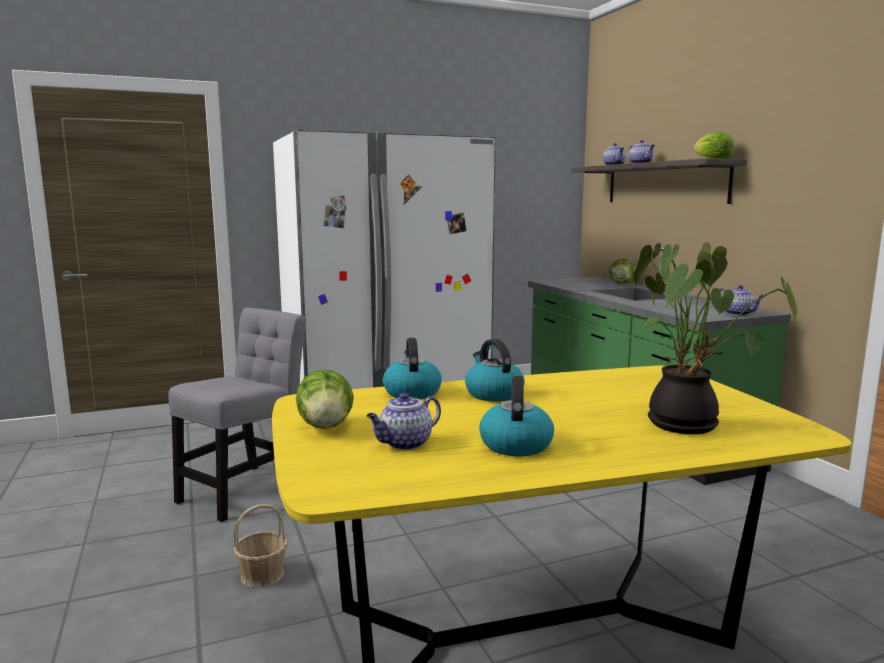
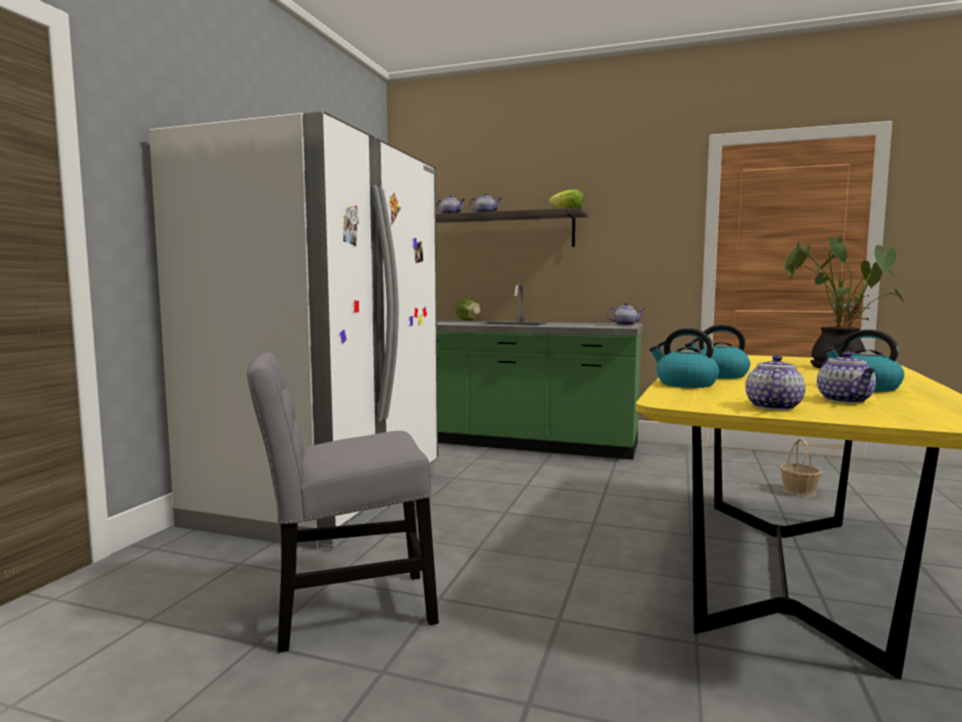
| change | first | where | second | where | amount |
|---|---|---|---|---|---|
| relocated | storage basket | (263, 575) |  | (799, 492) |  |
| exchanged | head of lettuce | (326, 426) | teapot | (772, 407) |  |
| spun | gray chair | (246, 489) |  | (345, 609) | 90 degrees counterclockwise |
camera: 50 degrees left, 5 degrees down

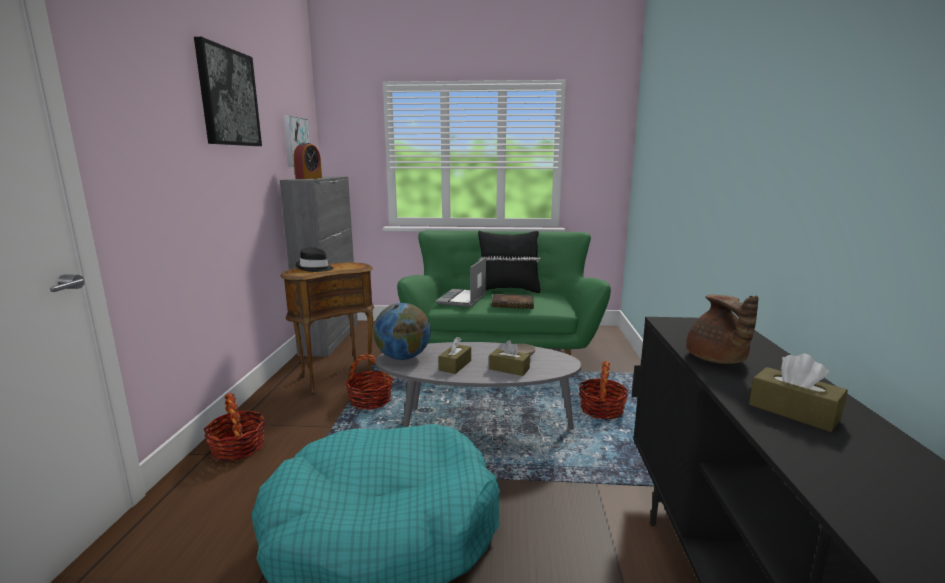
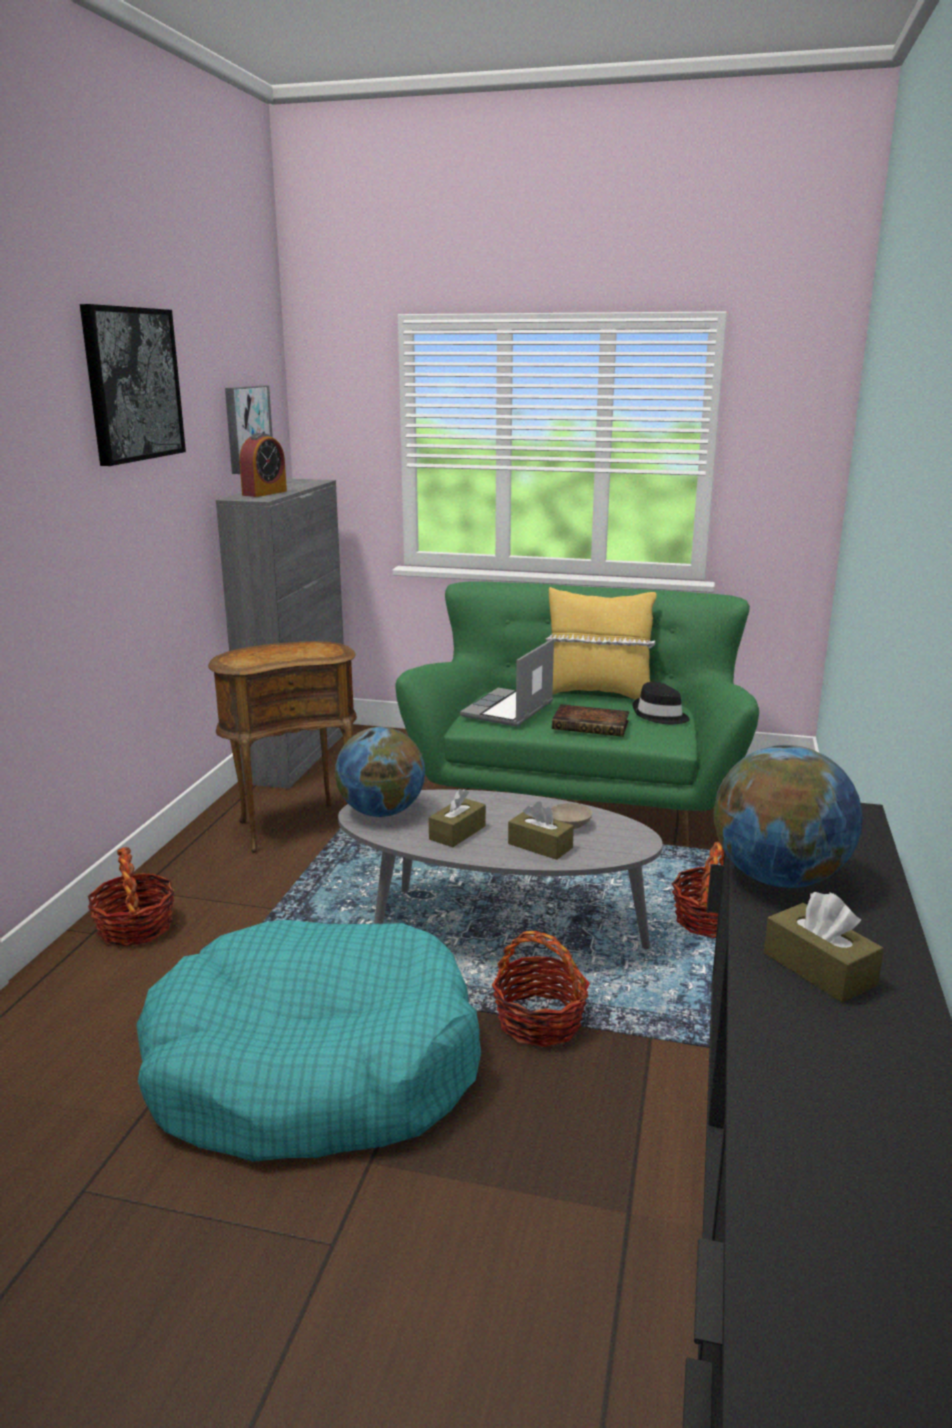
| change | first | where | second | where | amount |
|---|---|---|---|---|---|
| relocated | black-coloured hat | (315, 268) |  | (660, 715) |  |
| relocated | storage basket | (370, 400) |  | (540, 1021) |  |
| exchanged | brown-coloured teapot | (716, 360) | world globe | (779, 878) |  |
| colour | black-coloured throw pillow | (508, 290) | yellow-coloured throw pillow | (596, 694) |  |
camera: 10 degrees right, 5 degrees up

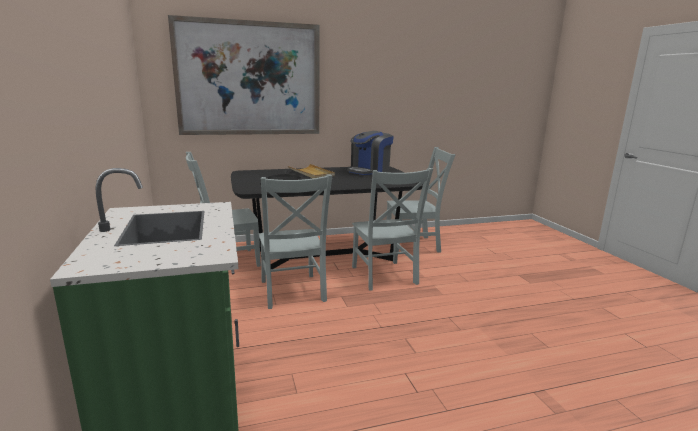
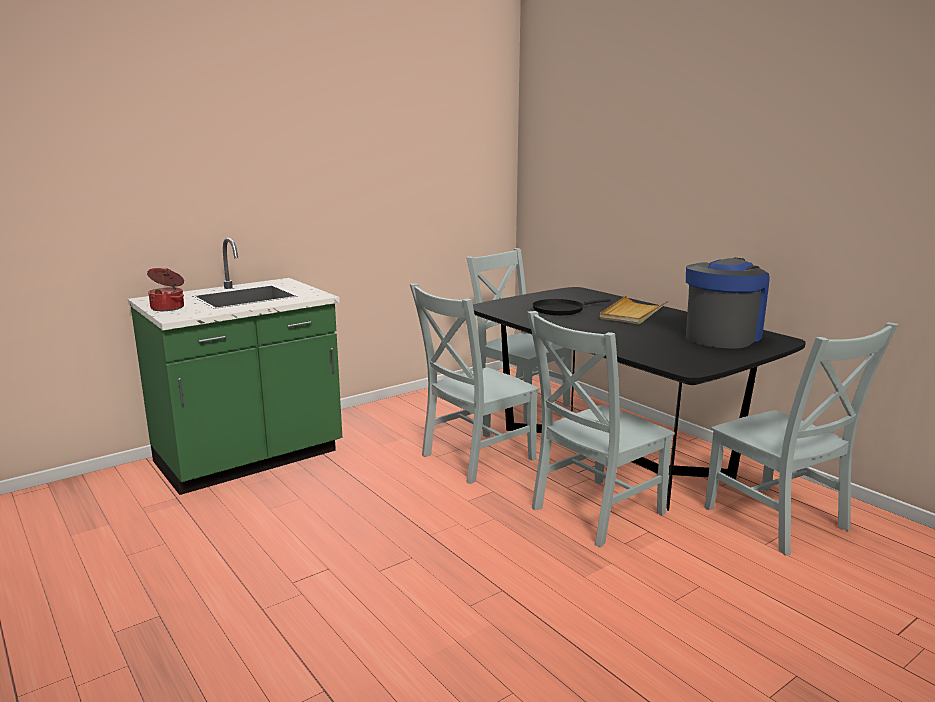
| change | first | where | second | where | amount |
|---|---|---|---|---|---|
| missing | wall art | (249, 79) |  |  |  |
| appeared |  |  | stockpot | (168, 308) |  |
| spun | coffee maker | (369, 171) |  | (722, 336) | 105 degrees clockwise |
camera: 70 degrees right, 0 degrees up

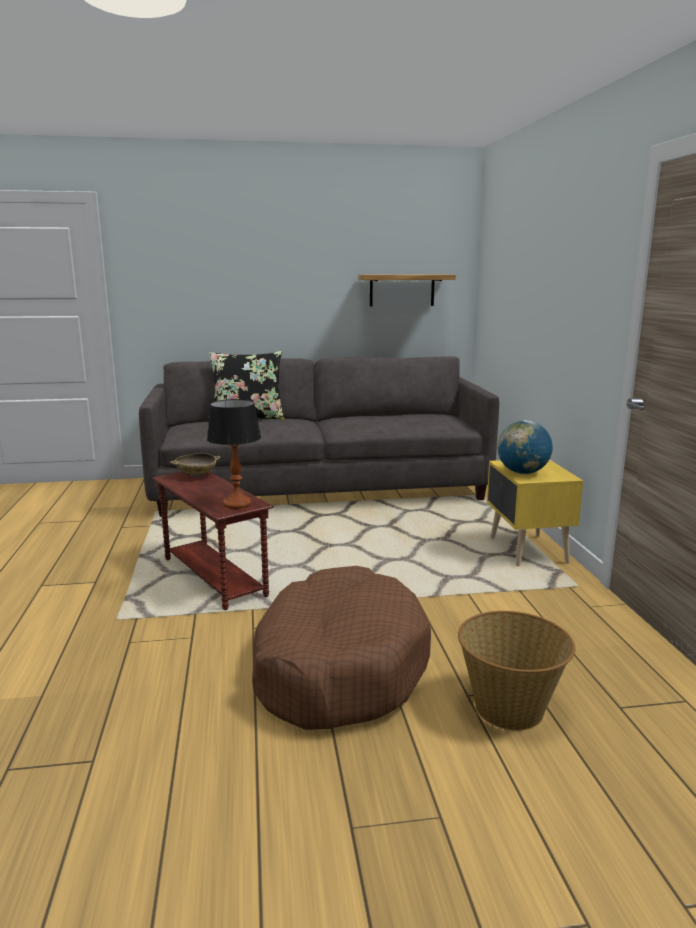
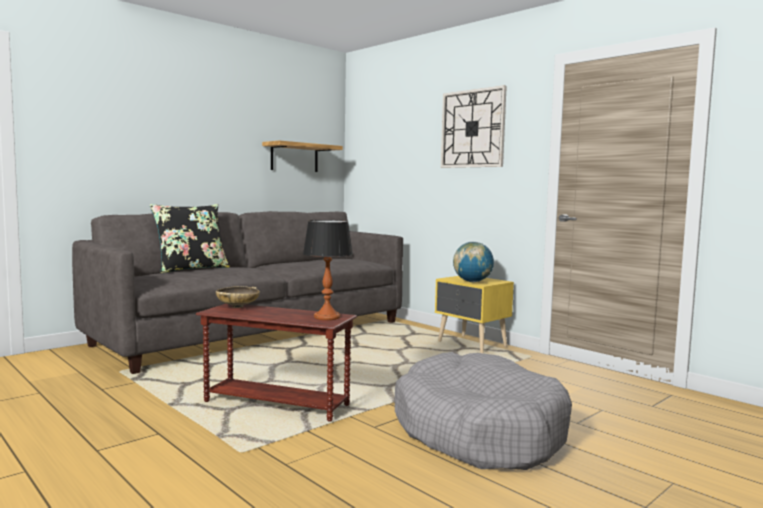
| change | first | where | second | where | amount |
|---|---|---|---|---|---|
| missing | storage basket | (510, 708) |  |  |  |
| appeared |  |  | hanging clock | (472, 128) |  |
| colour | brown-coloured dog cushion | (338, 666) | gray dog cushion | (478, 431) |  |
camera: 35 degrees left, 10 degrees down

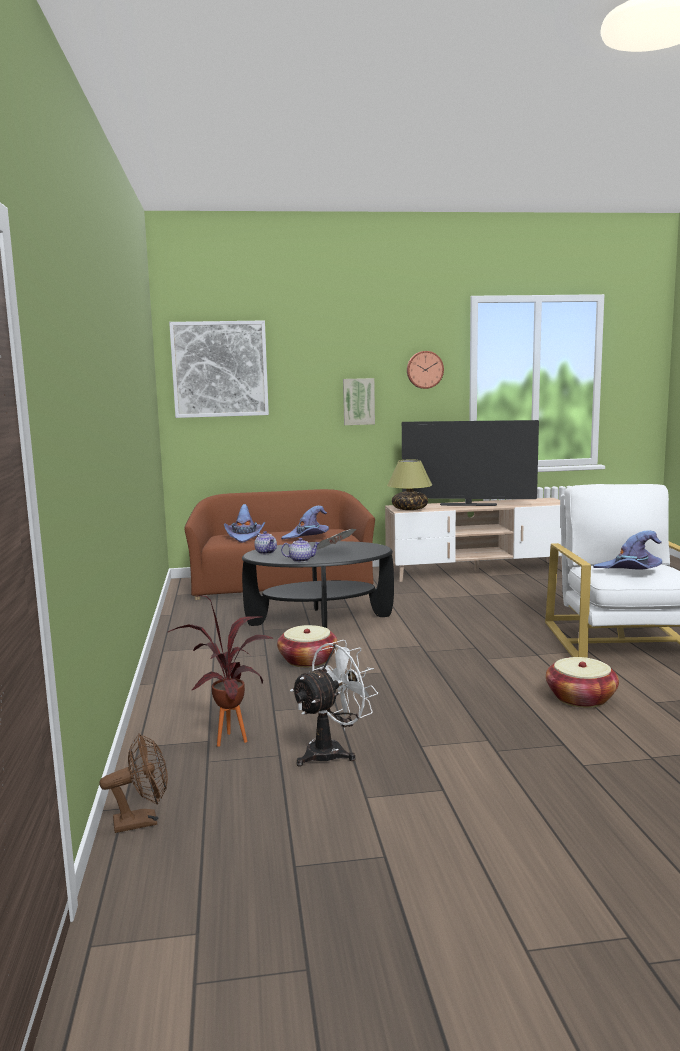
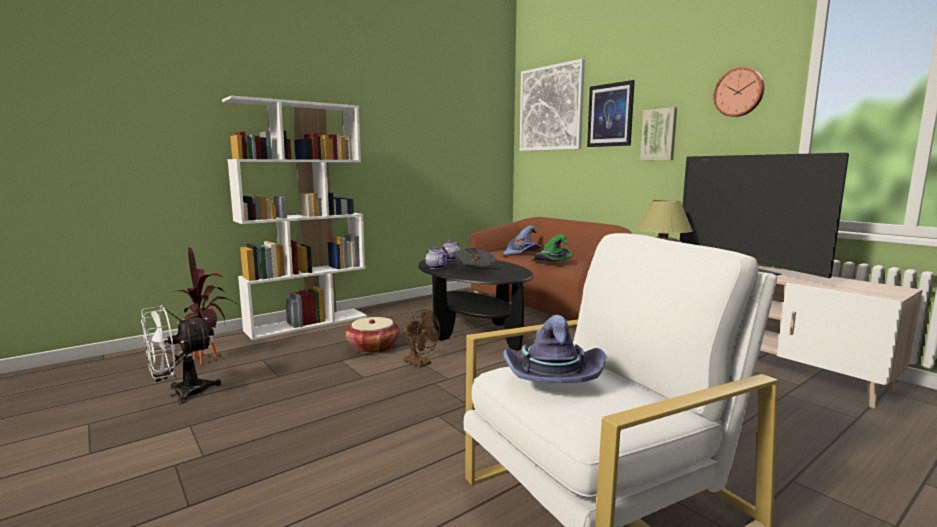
| change | first | where | second | where | amount |
|---|---|---|---|---|---|
| missing | storage basket | (580, 698) |  |  |  |
| appeared |  |  | white-coloured bookshelf | (308, 323) |  |
| appeared |  |  | wall art | (610, 115) |  |
| relocated | brown-coloured fan | (143, 821) |  | (421, 363) |  |
| colour | purple hat | (307, 537) | greenish hat | (551, 263) |  |
| spun | white-coloured fan | (332, 751) |  | (181, 394) | 120 degrees clockwise |
camera: 60 degrees right, 0 degrees up

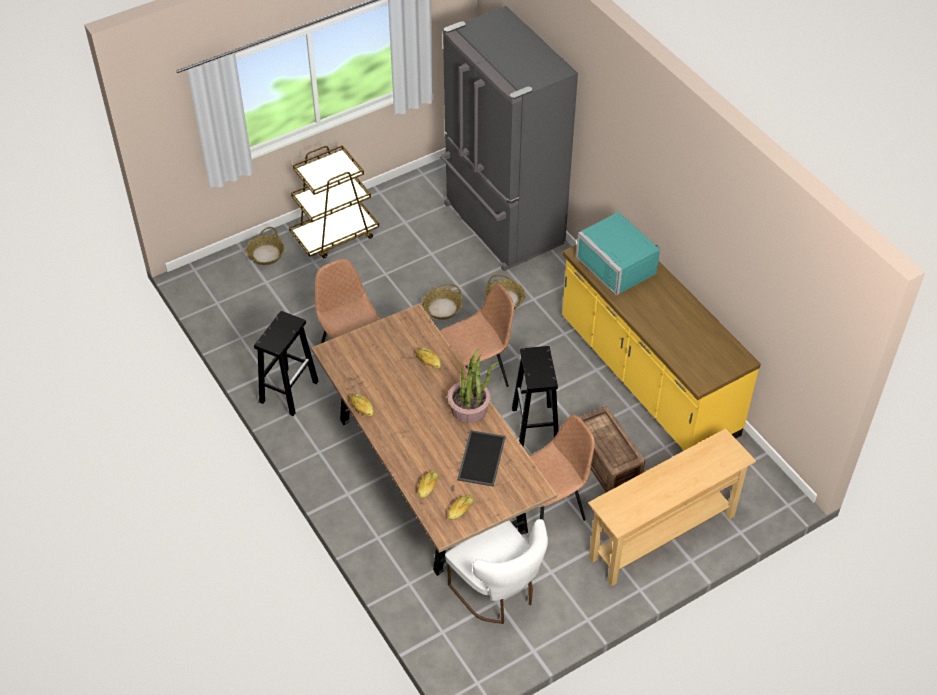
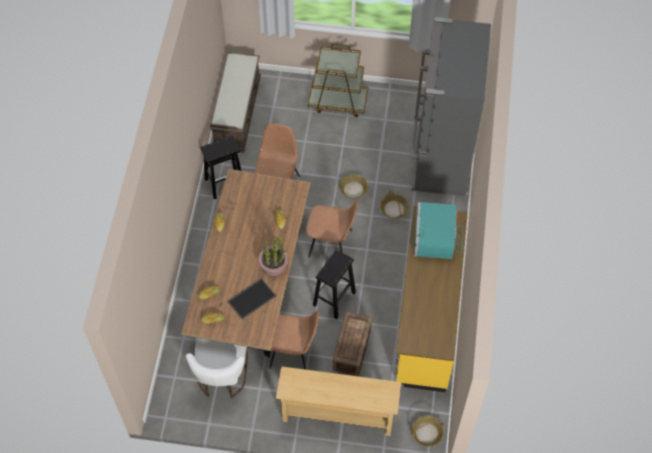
| change | first | where | second | where | amount |
|---|---|---|---|---|---|
| appeared |  |  | brown-coloured long seat | (237, 113) |  |
| relocated | storage basket | (266, 254) |  | (426, 433) |  |
camera: 40 degrees right, 10 degrees up

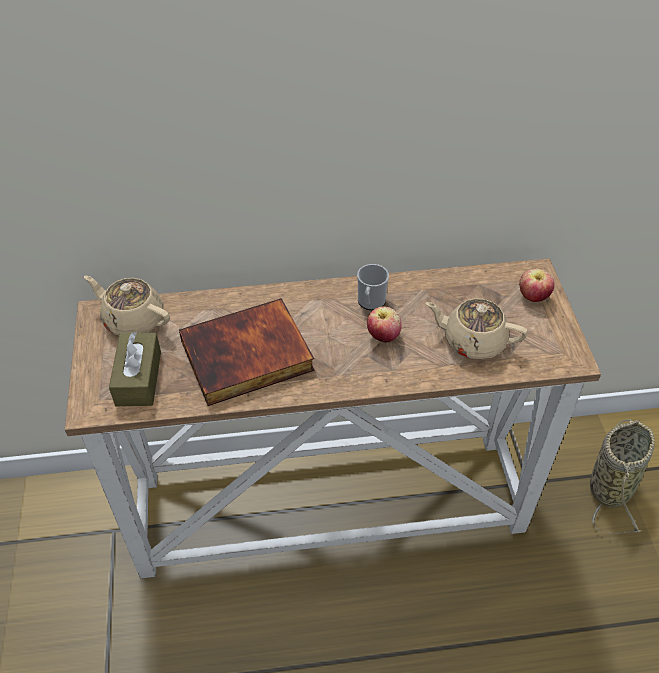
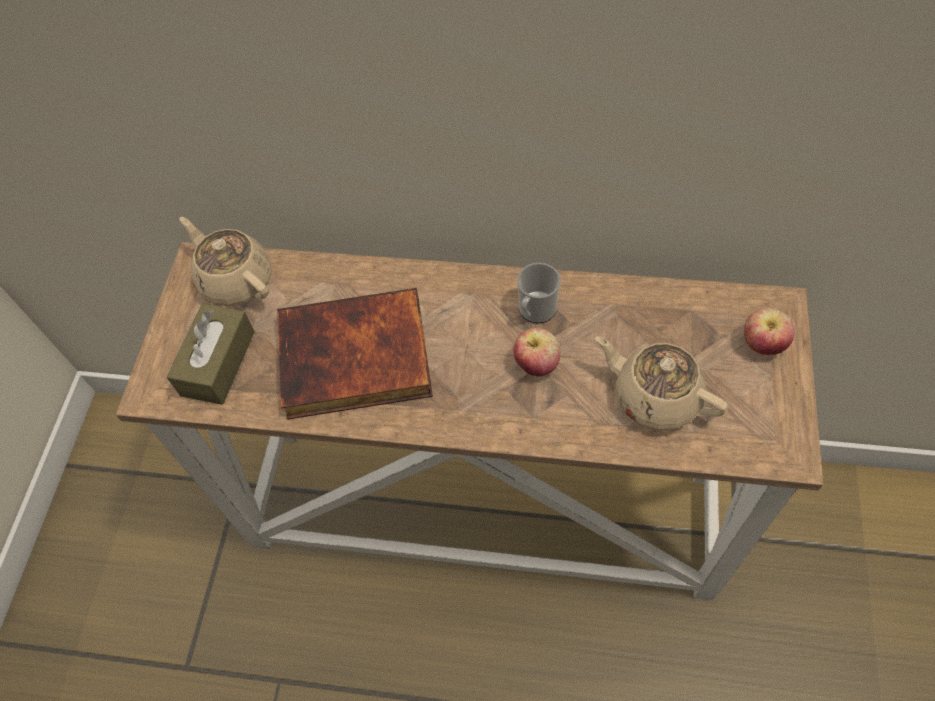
| change | first | where | second | where | amount |
|---|---|---|---|---|---|
| missing | storage basket | (611, 485) |  |  |  |
camera: 20 degrees right, 10 degrees up

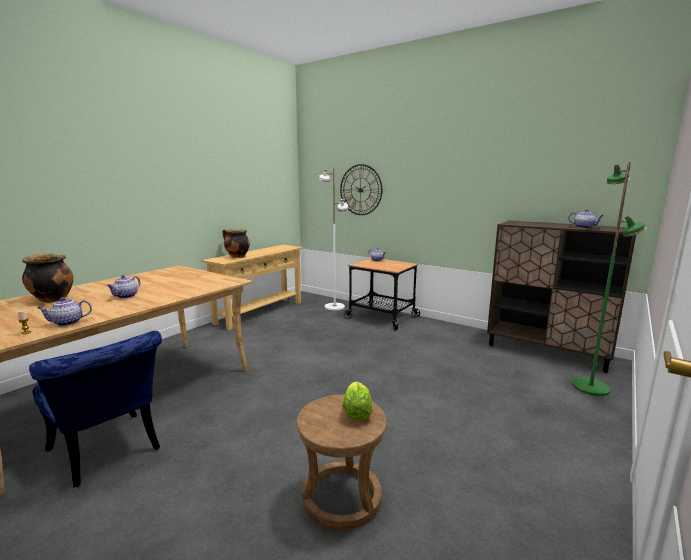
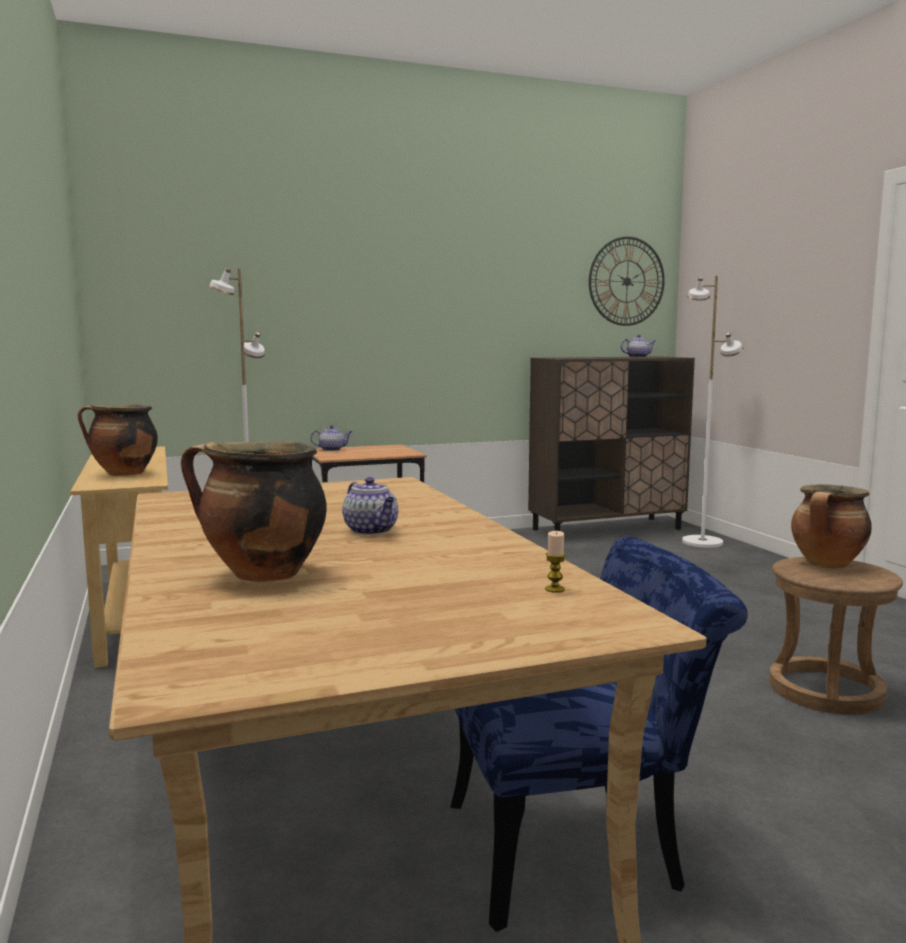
| change | first | where | second | where | amount |
|---|---|---|---|---|---|
| missing | teapot | (66, 323) |  |  |  |
| relocated | hanging clock | (360, 190) |  | (627, 281) |  |
| exchanged | head of lettuce | (356, 412) | stockpot | (827, 565) |  |
| colour | greenish standing lamp | (591, 387) | white-coloured standing lamp | (702, 542) |  |
camera: 55 degrees left, 5 degrees down

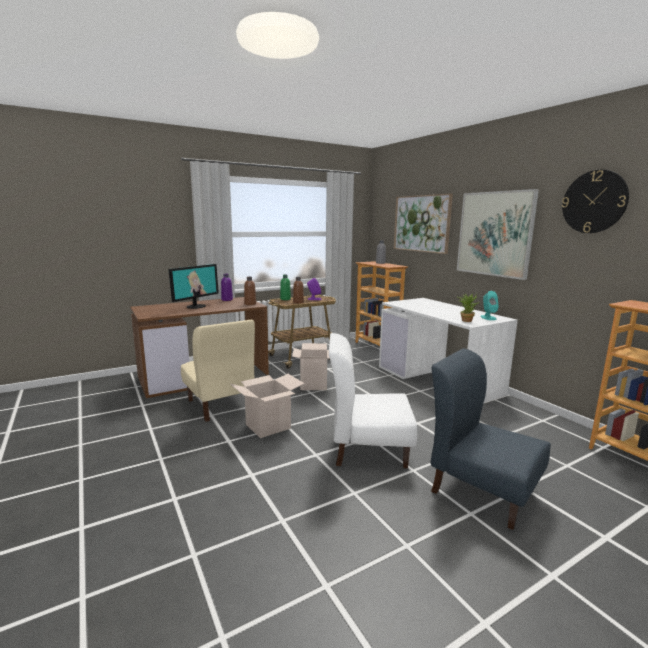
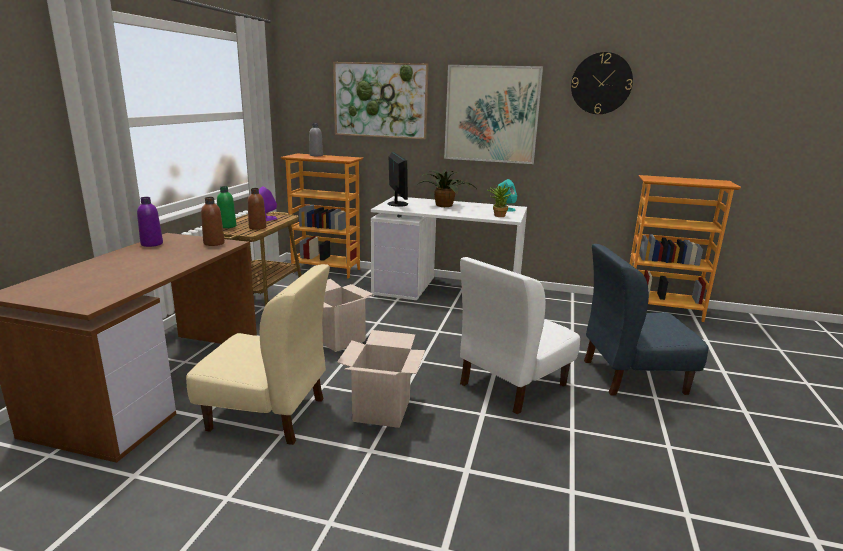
| change | first | where | second | where | amount |
|---|---|---|---|---|---|
| appeared |  |  | potted plant | (445, 205) |  |
| relocated | computer screen | (195, 306) |  | (397, 204) |  |
camera: 45 degrees left, 5 degrees up

